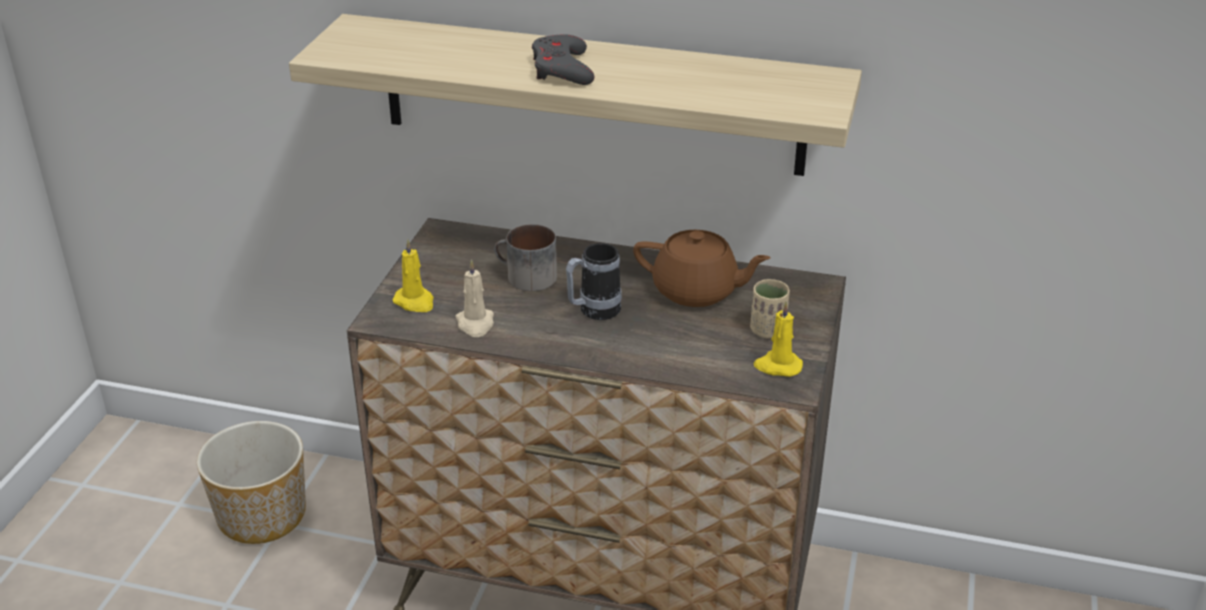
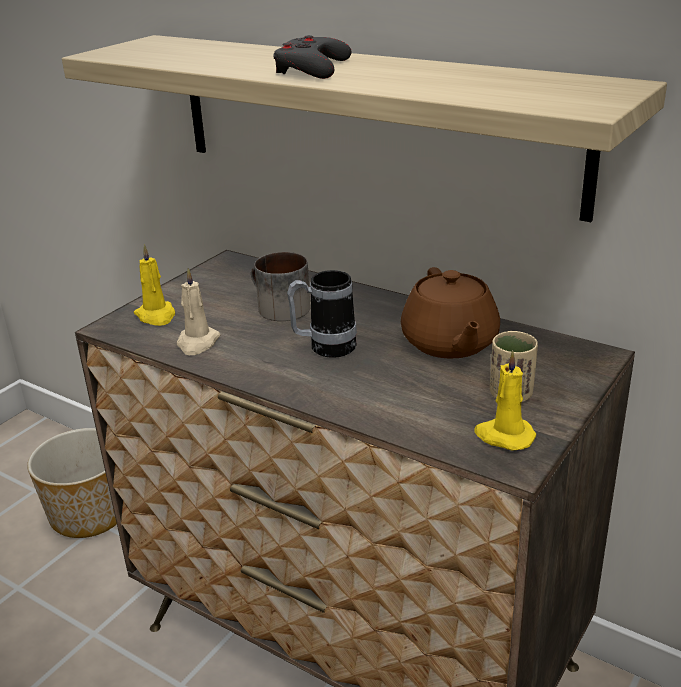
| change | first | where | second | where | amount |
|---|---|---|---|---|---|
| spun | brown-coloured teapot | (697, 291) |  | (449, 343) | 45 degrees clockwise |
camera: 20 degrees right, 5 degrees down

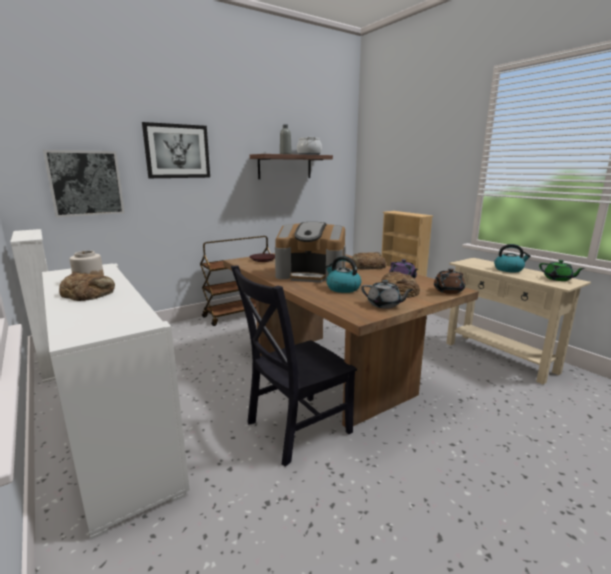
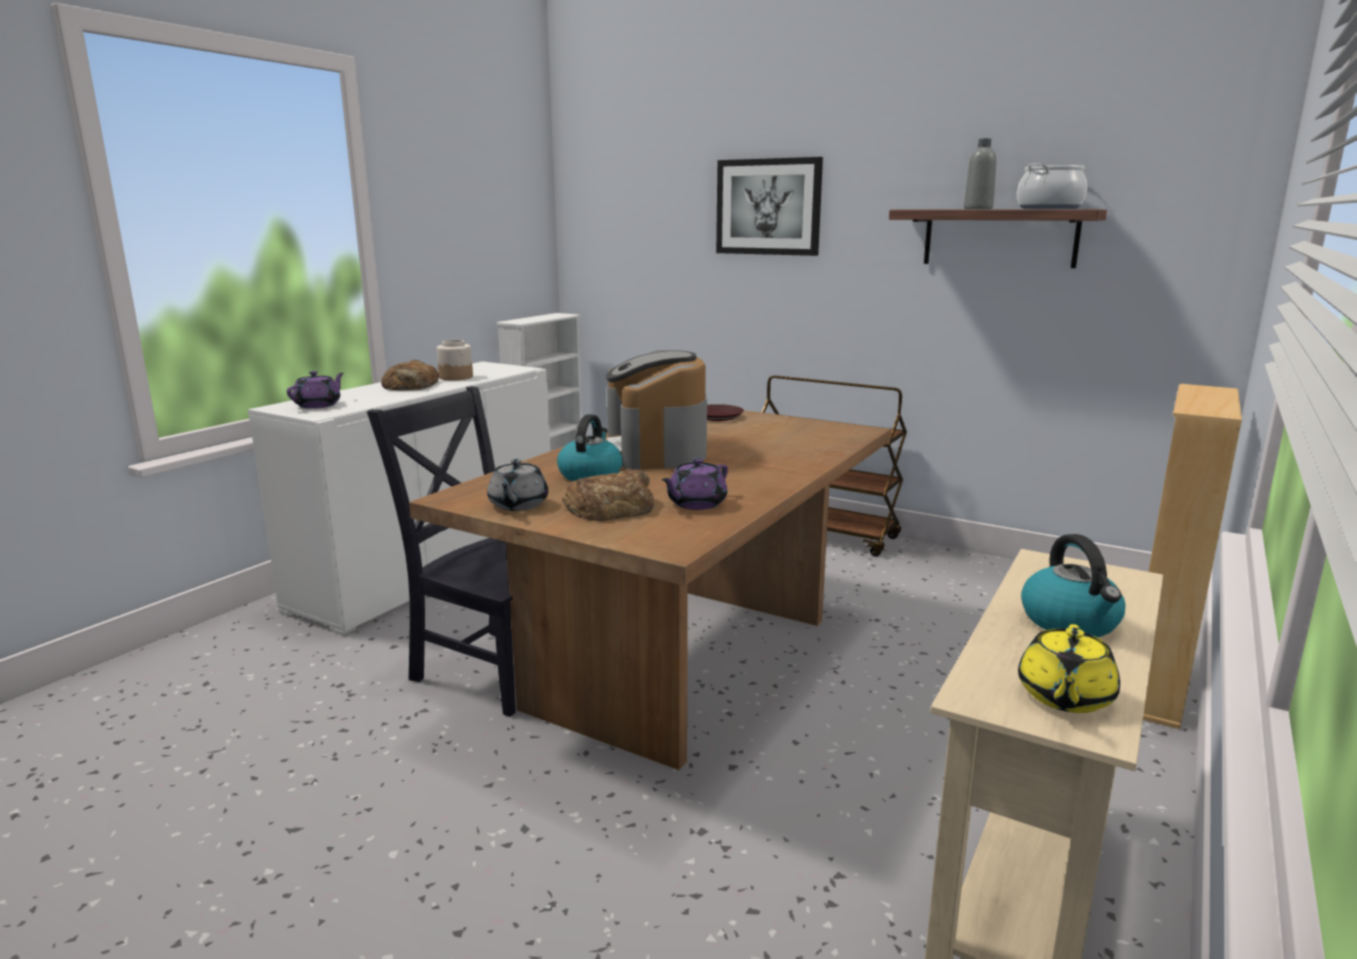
| change | first | where | second | where | amount |
|---|---|---|---|---|---|
| missing | wall art | (86, 183) |  |  |  |
| missing | baked bread | (367, 266) |  |  |  |
| missing | brown-coloured teapot | (447, 291) |  |  |  |
| appeared |  |  | purple teapot | (319, 405) |  |
| colour | greenish teapot | (558, 279) | yellow-coloured teapot | (1064, 697) |  |
camera: 65 degrees right, 0 degrees up

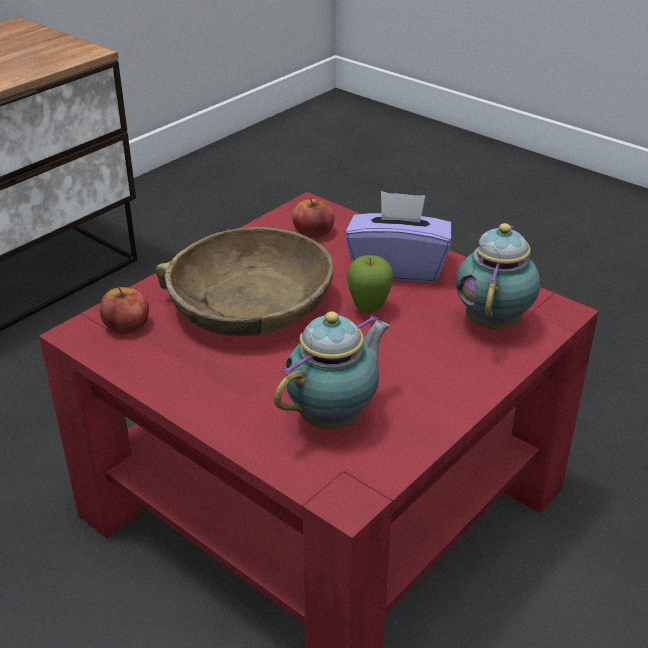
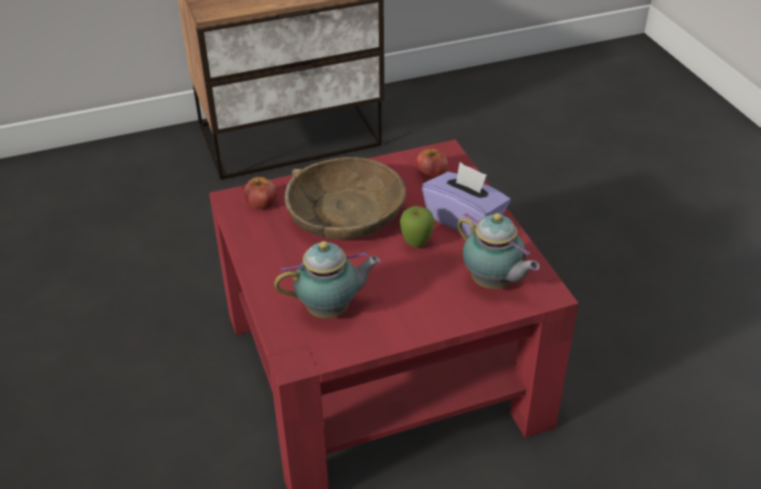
| change | first | where | second | where | amount |
|---|---|---|---|---|---|
| spun | teapot | (494, 321) |  | (493, 283) | 90 degrees clockwise |
camera: 30 degrees right, 5 degrees up

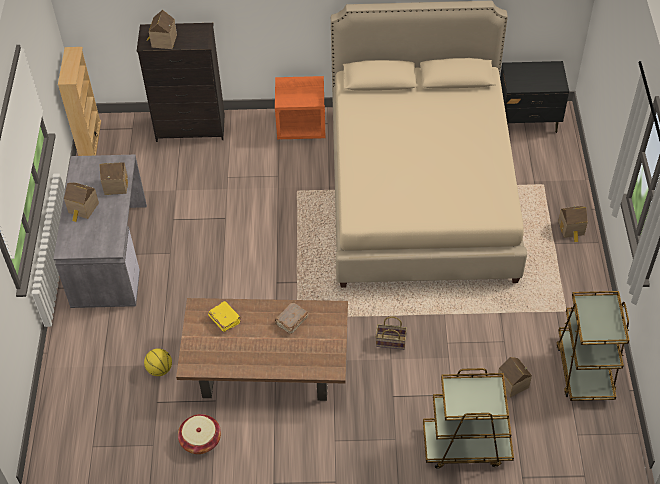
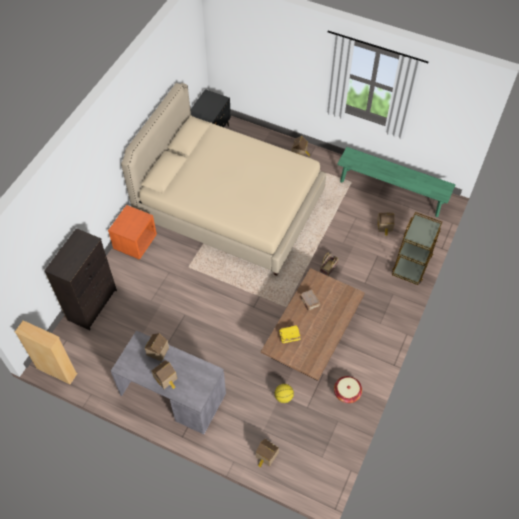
| change | first | where | second | where | amount |
|---|---|---|---|---|---|
| relocated | miniature house | (162, 41) |  | (266, 456) |  |
| exchanged | brown-coloured wheeled cart | (584, 369) | greenish long seat | (391, 192) |  |
camera: 65 degrees left, 5 degrees up

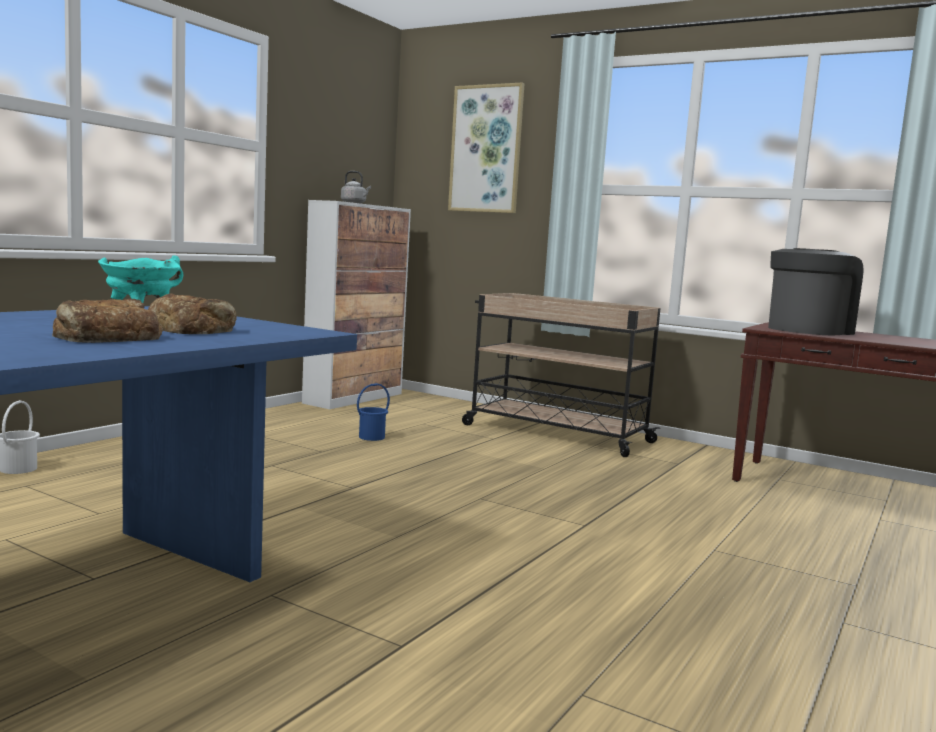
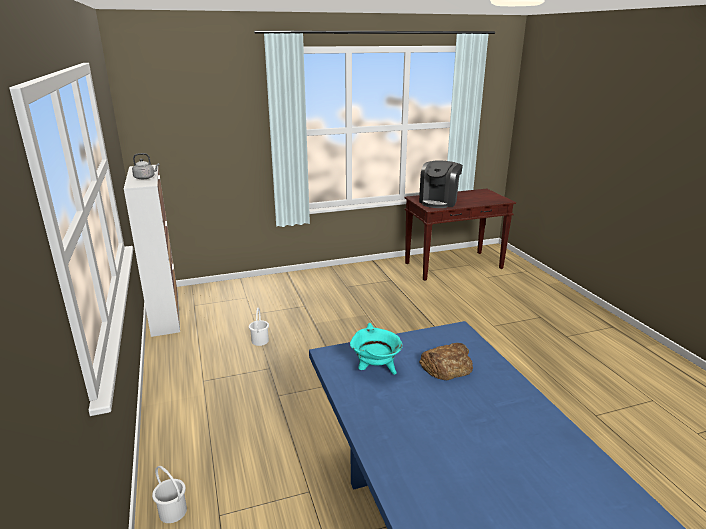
| change | first | where | second | where | amount |
|---|---|---|---|---|---|
| missing | baked bread | (105, 337) |  |  |  |
| missing | wall art | (486, 149) |  |  |  |
| missing | beige-coloured wheeled cart | (555, 433) |  |  |  |
| colour | blue water bucket | (372, 437) | white-coloured water bucket | (260, 341) |  |
| spun | coffee maker | (808, 330) |  | (439, 201) | 150 degrees counterclockwise |
camera: 50 degrees left, 15 degrees up

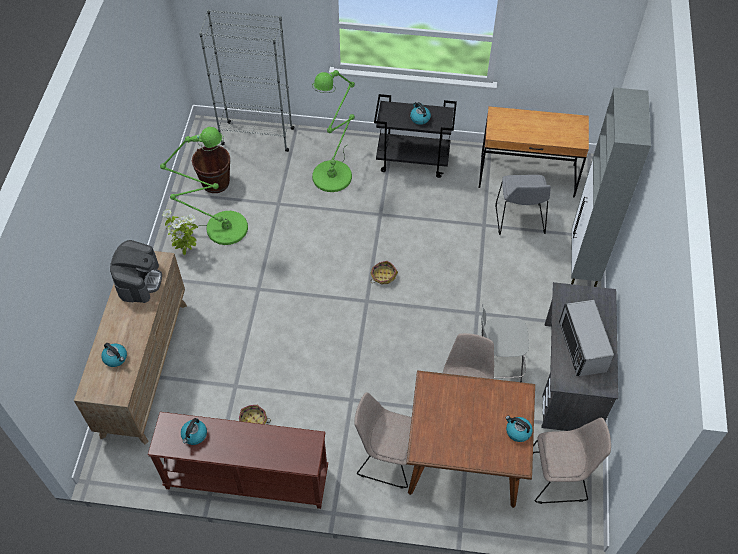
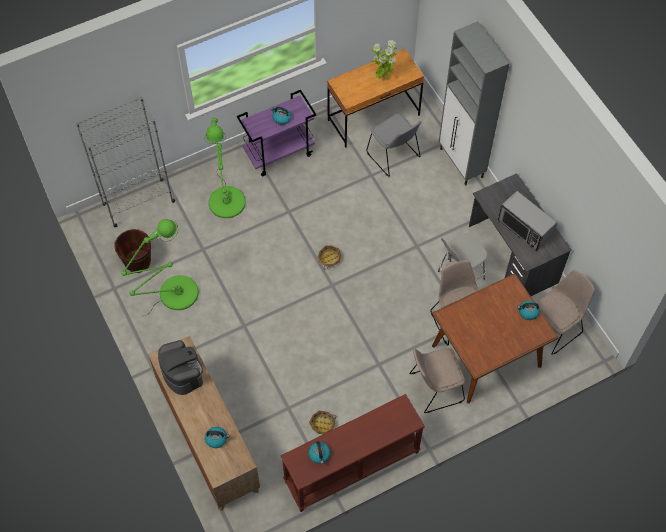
| change | first | where | second | where | amount |
|---|---|---|---|---|---|
| relocated | potted plant | (186, 250) |  | (383, 77) |  |
| colour | black-coloured wheeled cart | (413, 160) | purple wheeled cart | (279, 153) |  |
camera: 35 degrees left, 5 degrees up

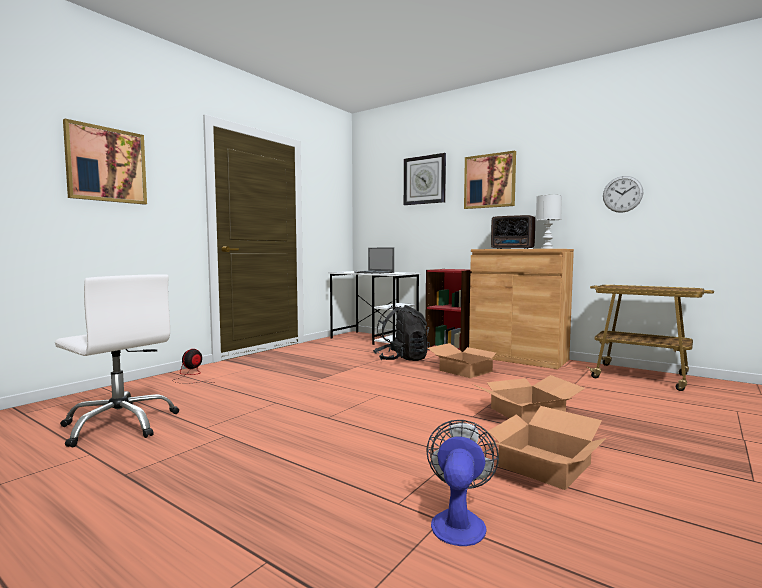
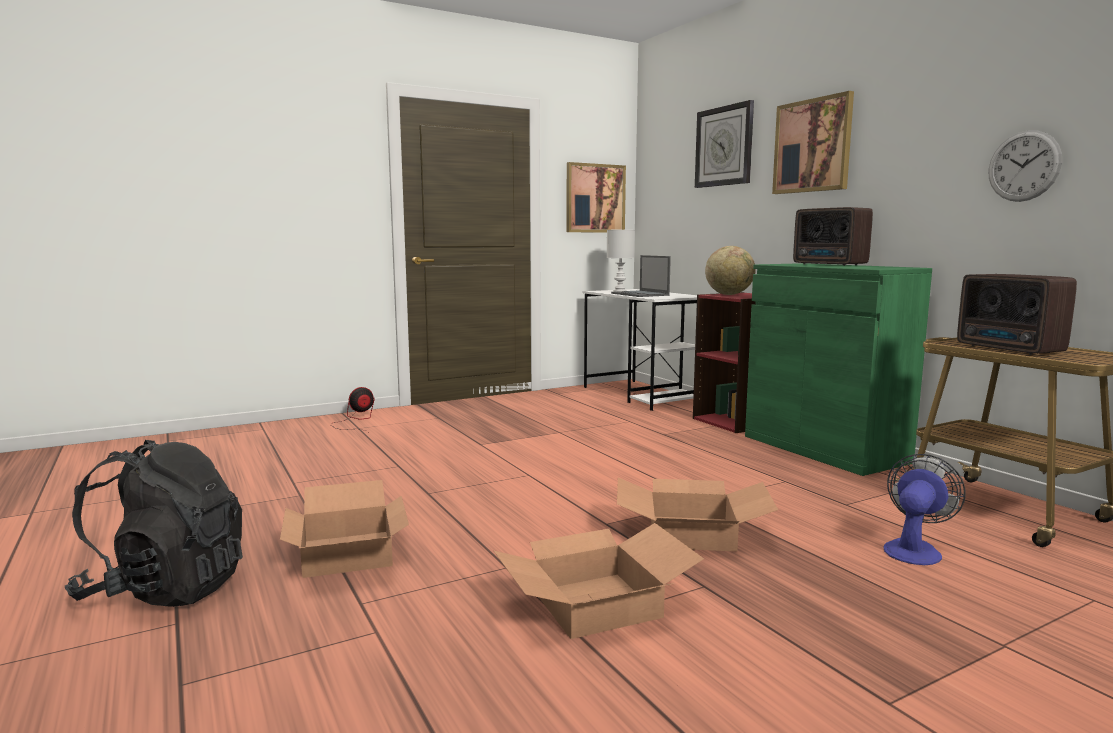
| change | first | where | second | where | amount |
|---|---|---|---|---|---|
| missing | white-coloured desk chair | (120, 424) |  |  |  |
| appeared |  |  | world globe | (729, 294) |  |
| appeared |  |  | radio set | (1010, 349) |  |
| relocated | wall art | (106, 165) |  | (595, 198) |  |
| relocated | black-coloured backpack | (401, 359) |  | (165, 589) |  |
| relocated | fan | (459, 521) |  | (914, 549) |  |
| relocated | carton | (466, 371) |  | (349, 553) |  |
| relocated | white-coloured tabletop lamp | (547, 248) |  | (619, 291) |  |
| colour | brown-coloured storage cabinet | (518, 358) | greenish storage cabinet | (824, 449) |  |
camera: 25 degrees right, 5 degrees up

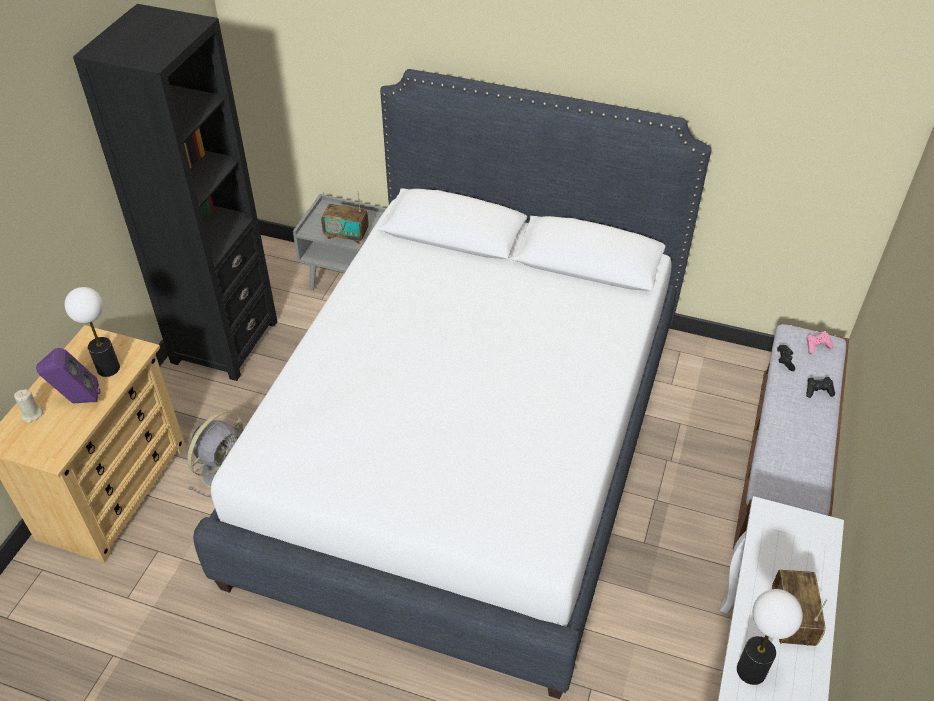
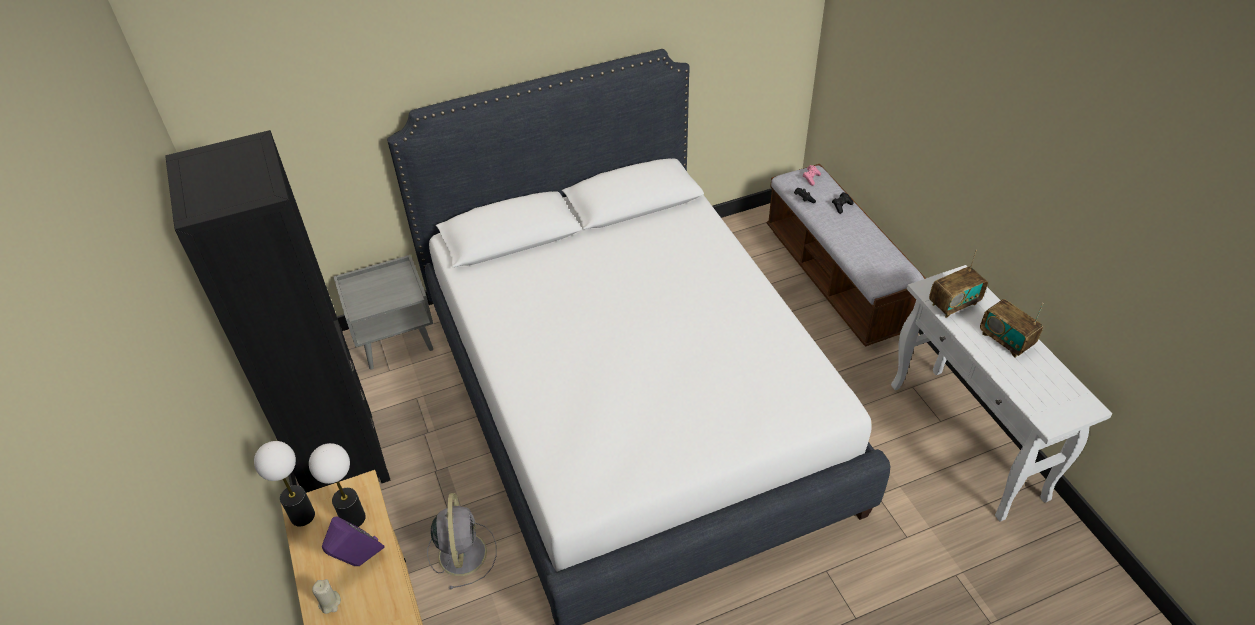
| change | first | where | second | where | amount |
|---|---|---|---|---|---|
| relocated | radio set | (346, 235) |  | (953, 304) |  |
| relocated | tabletop lamp | (751, 671) |  | (302, 516) |  |
camera: 40 degrees left, 0 degrees up

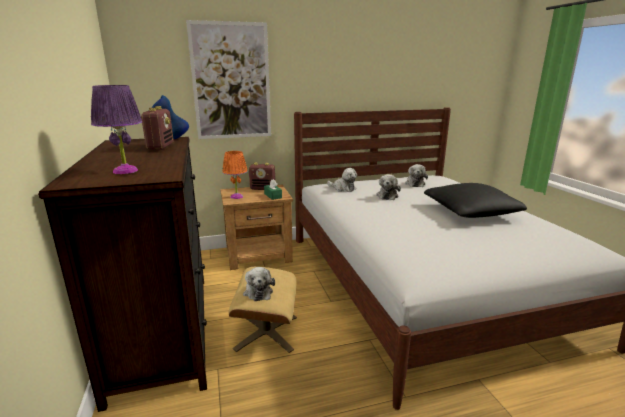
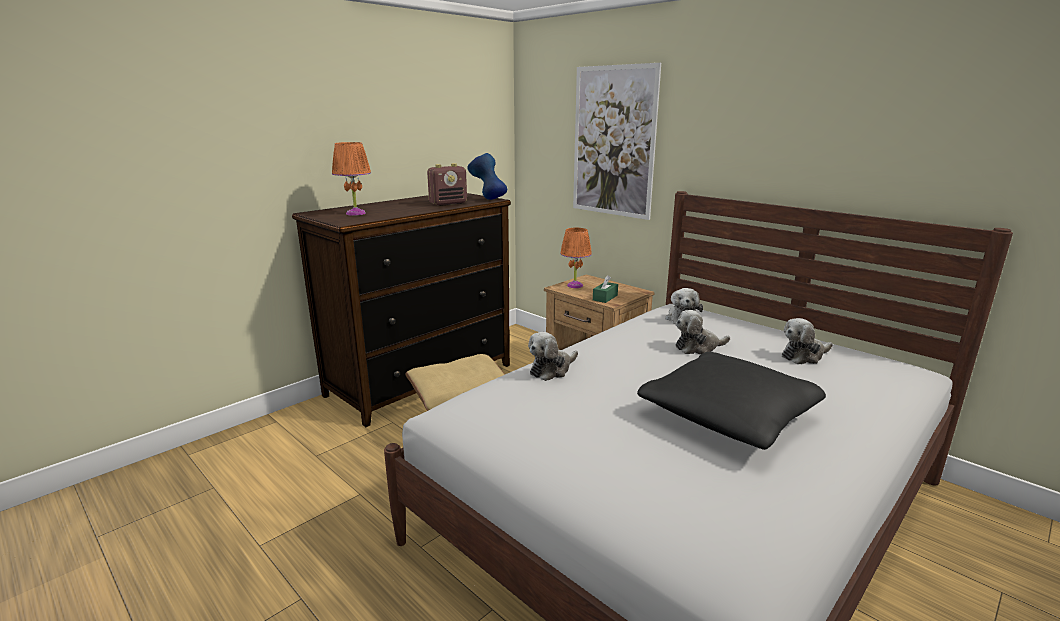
| change | first | where | second | where | amount |
|---|---|---|---|---|---|
| missing | radio set | (263, 188) |  |  |  |
| relocated | soft toy | (258, 292) |  | (552, 369) |  |
| colour | purple tabletop lamp | (125, 171) | orange-coloured tabletop lamp | (355, 213) |  |
camera: 60 degrees right, 0 degrees up

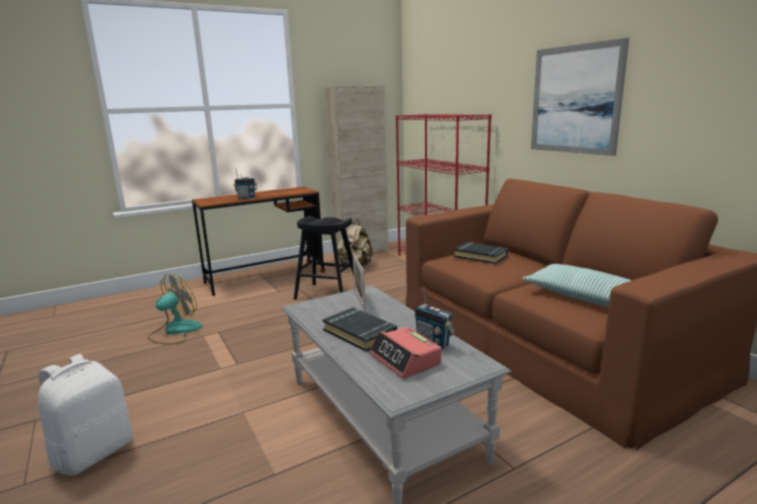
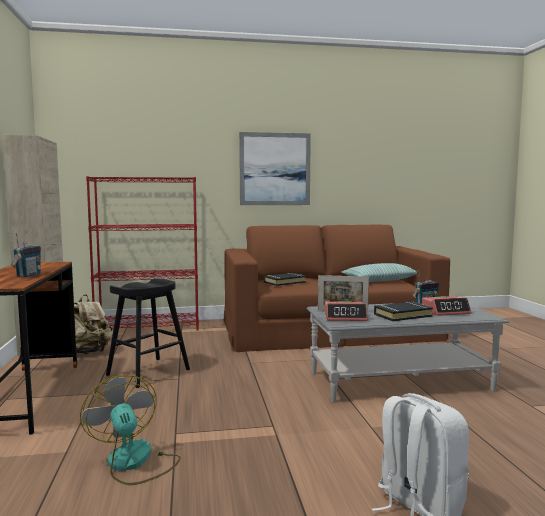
| change | first | where | second | where | amount |
|---|---|---|---|---|---|
| appeared |  |  | bedside clock | (345, 317) |  |
camera: 70 degrees left, 10 degrees down

